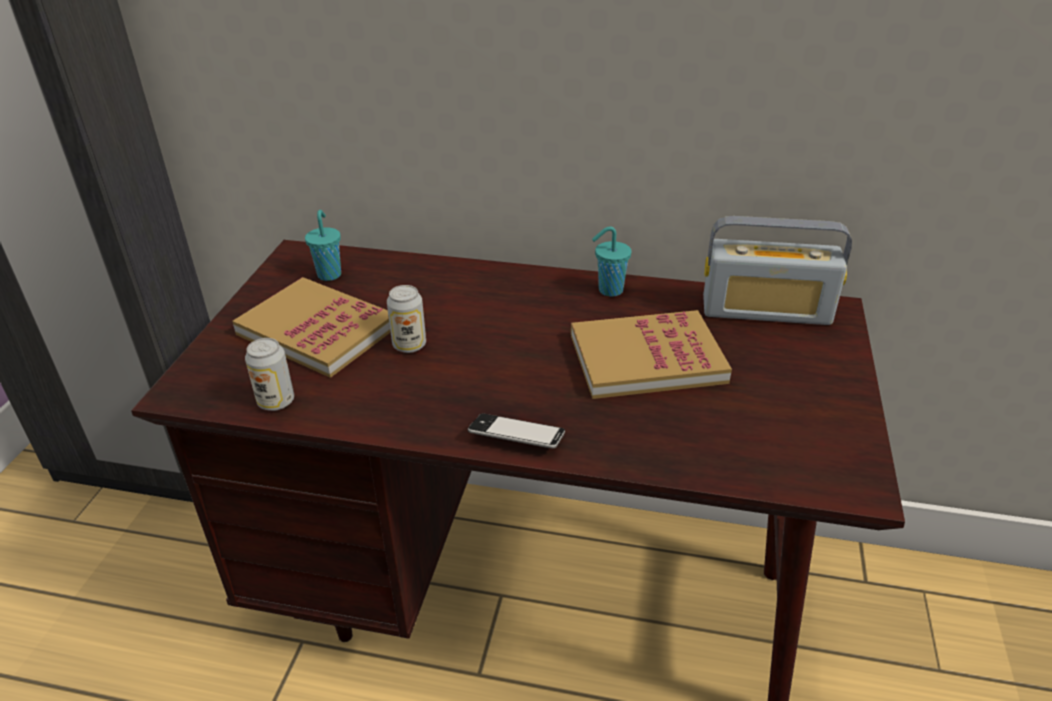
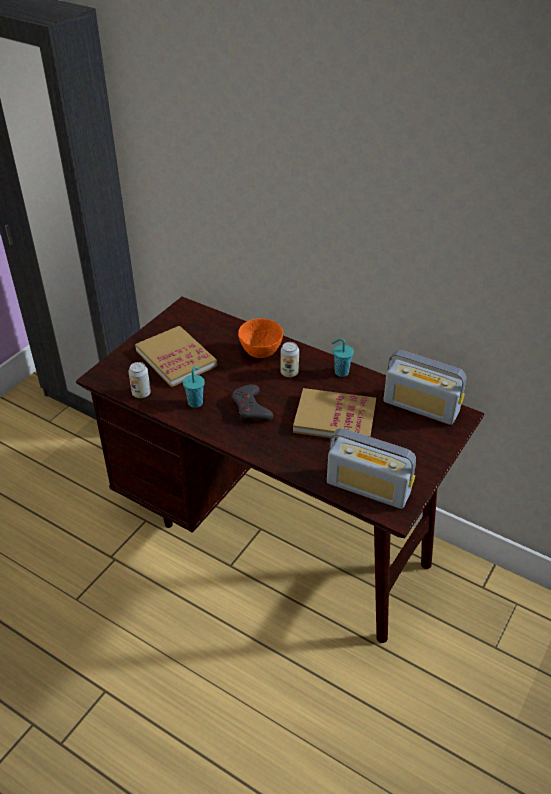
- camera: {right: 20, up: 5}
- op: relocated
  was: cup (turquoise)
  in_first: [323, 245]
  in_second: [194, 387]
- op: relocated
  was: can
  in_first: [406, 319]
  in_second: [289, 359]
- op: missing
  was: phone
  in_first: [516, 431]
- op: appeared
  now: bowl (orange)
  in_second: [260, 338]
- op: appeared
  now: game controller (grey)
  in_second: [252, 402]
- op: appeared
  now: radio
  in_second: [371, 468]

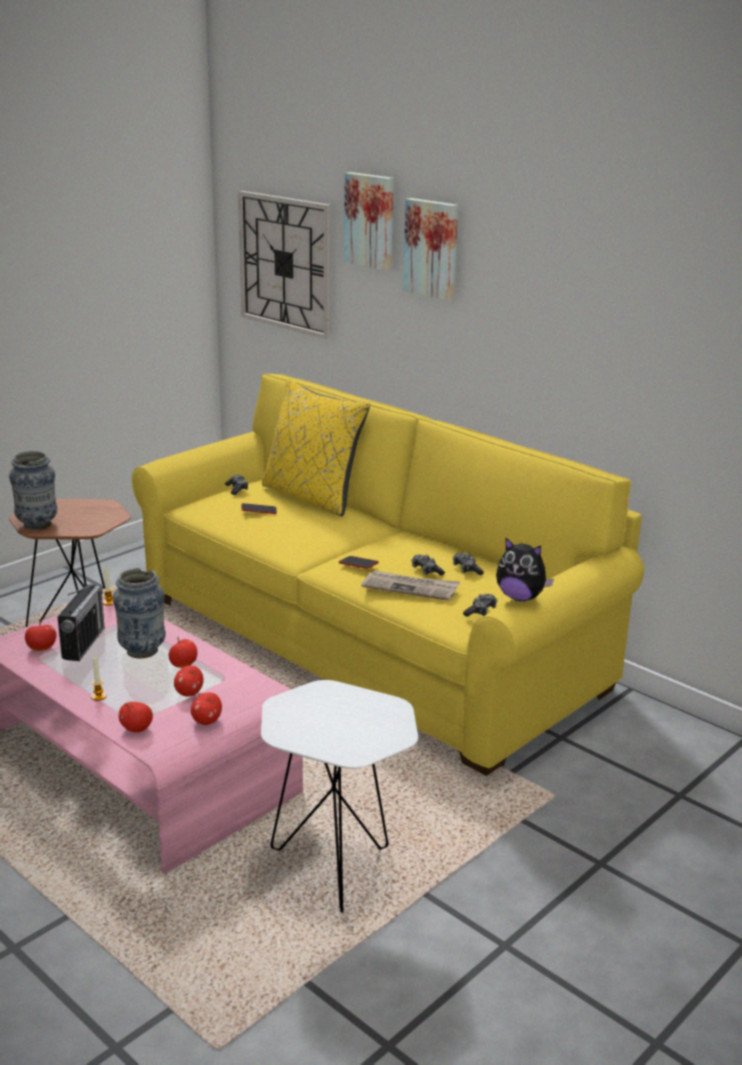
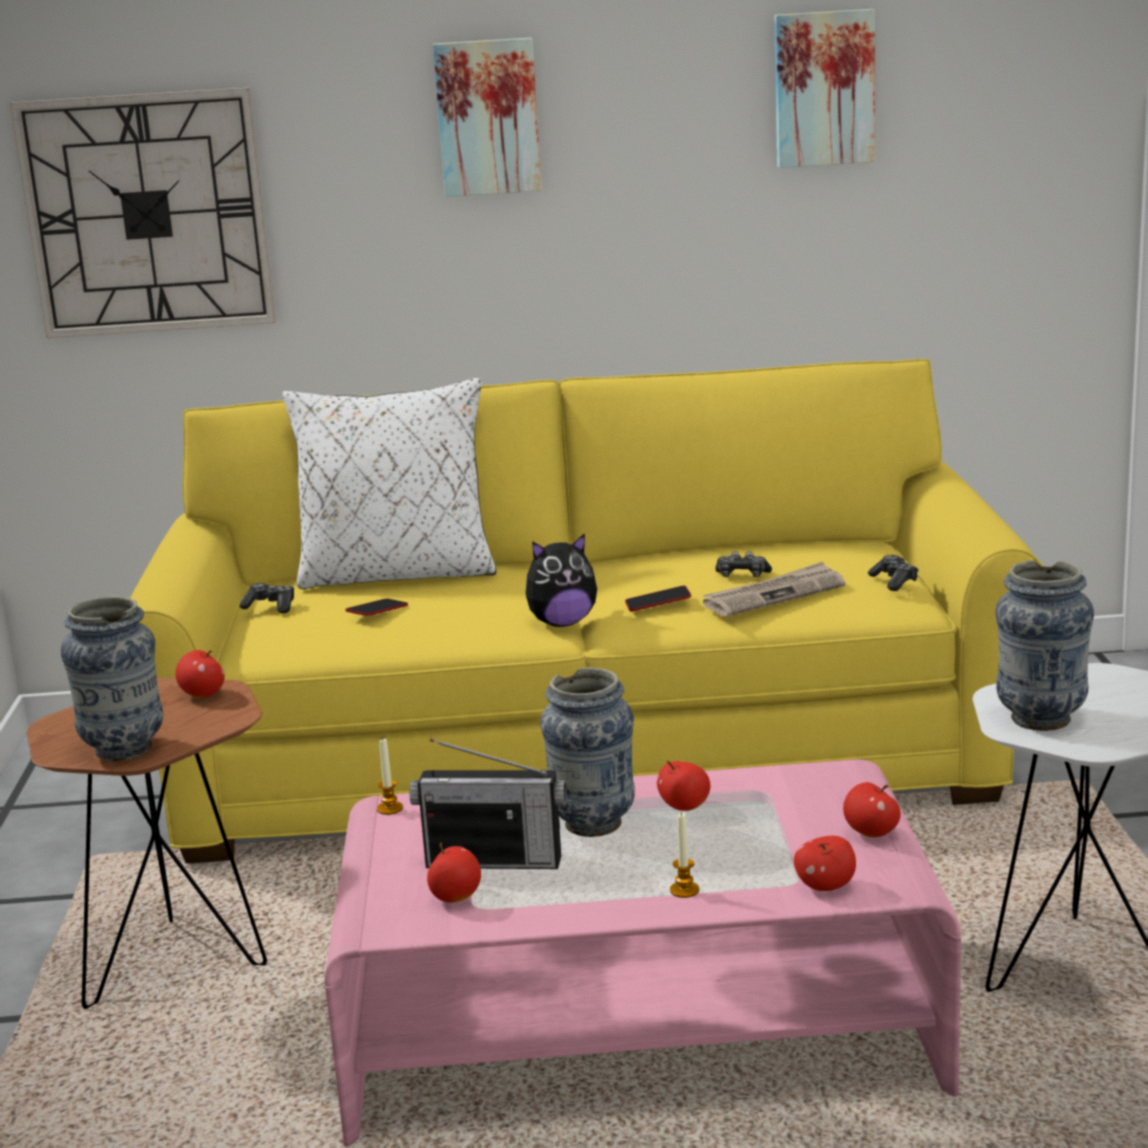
- camera: {right: -45, up: -5}
- op: relocated
  was: picture
  in_first: [369, 221]
  in_second: [824, 88]
- op: colour
  was: pillow (yellow)
  now: pillow (white)
  in_first: [316, 448]
  in_second: [389, 483]
- op: relocated
  was: plush toy
  in_first: [525, 569]
  in_second: [561, 580]
- op: missing
  was: game controller
  in_first: [468, 564]
- op: spun
  was: radio
  in_first: [81, 622]
  in_second: [488, 804]
  clockwise: 135
- op: relocated
  was: apple
  in_first: [188, 681]
  in_second: [200, 674]
- op: appeared
  now: vase
  in_second: [1045, 645]

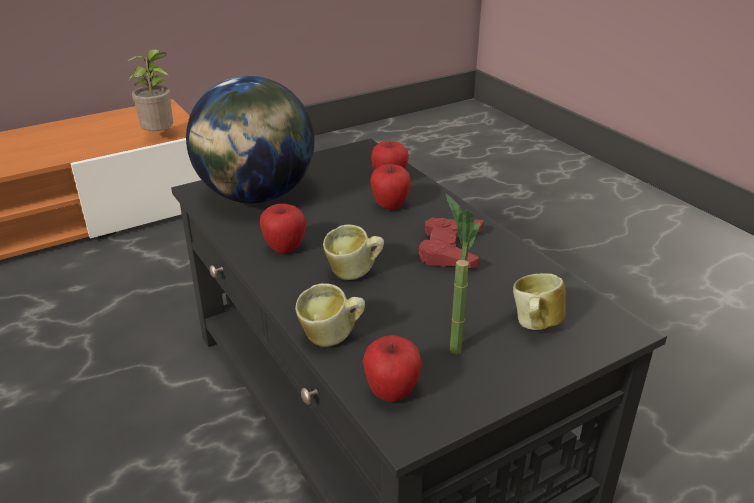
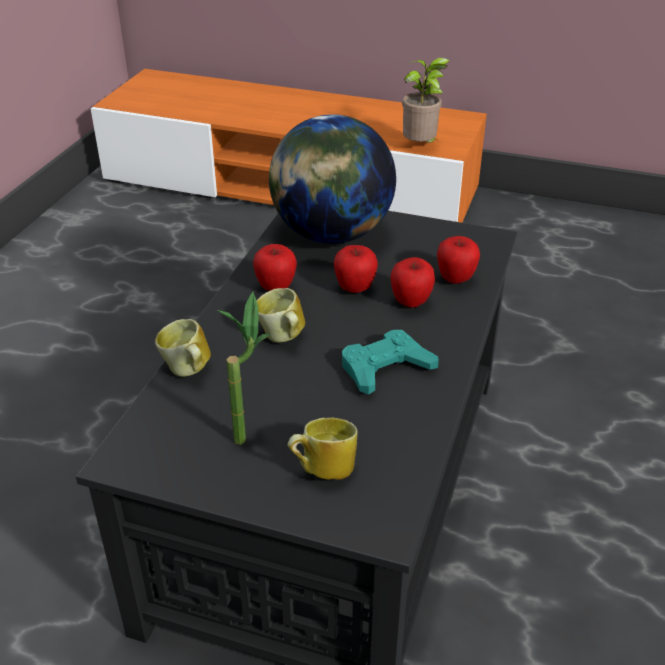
- camera: {right: 50, up: 5}
- op: colour
  was: game controller (red)
  now: game controller (turquoise)
  in_first: [451, 242]
  in_second: [390, 362]
- op: relocated
  was: apple
  in_first: [392, 368]
  in_second: [356, 269]

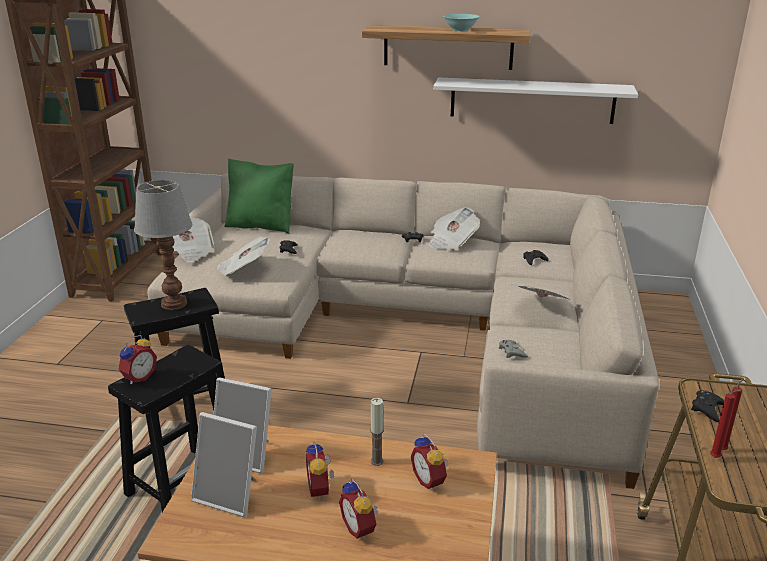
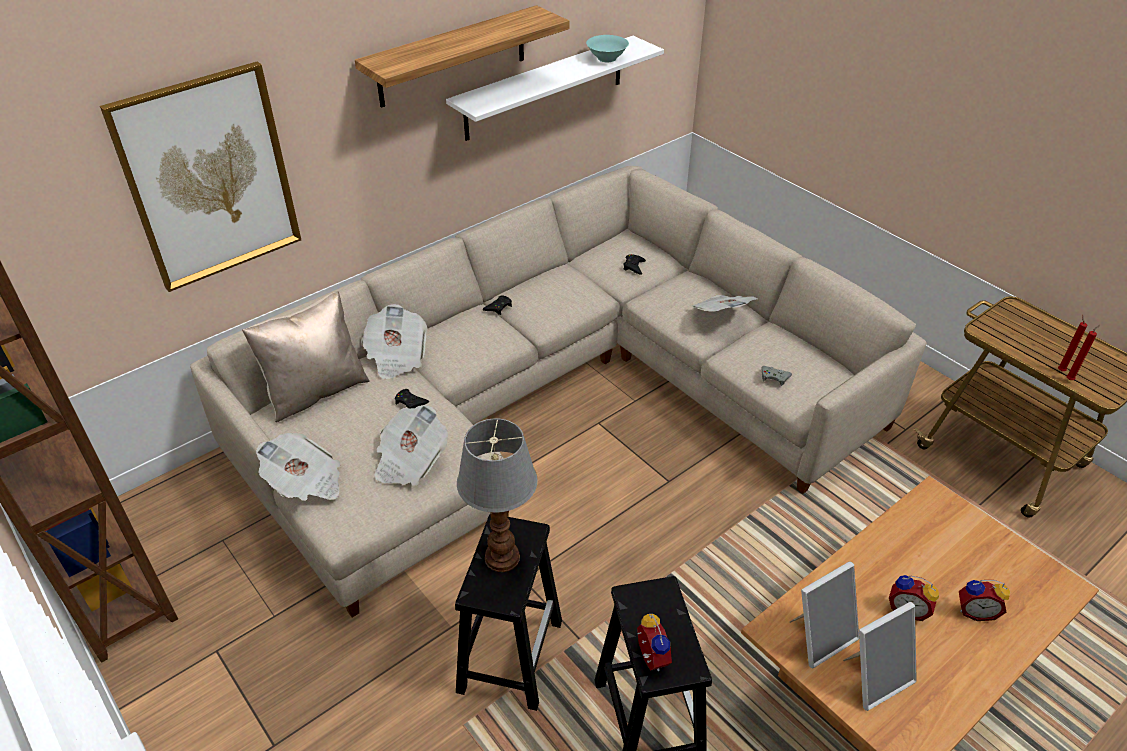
- camera: {right: -50, up: 15}
- op: relocated
  was: bowl (turquoise)
  in_first: [461, 23]
  in_second: [607, 48]
- op: colour
  was: pillow (green)
  now: pillow (beige)
  in_first: [259, 196]
  in_second: [306, 357]
- op: relocated
  was: newspaper
  in_first: [454, 228]
  in_second: [394, 341]
- op: missing
  was: game controller (black)
  in_first: [707, 406]
- op: missing
  was: candle
  in_first: [377, 432]
- op: missing
  was: alarm clock
  in_first: [429, 462]
- op: appeared
  now: picture
  in_second: [200, 176]

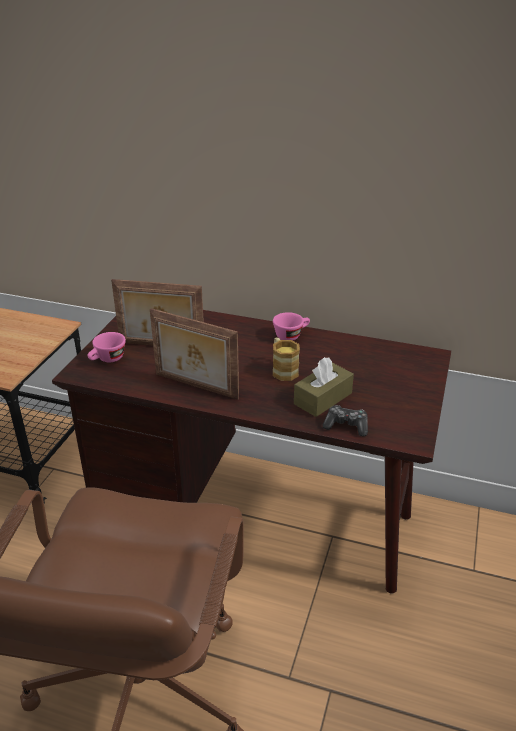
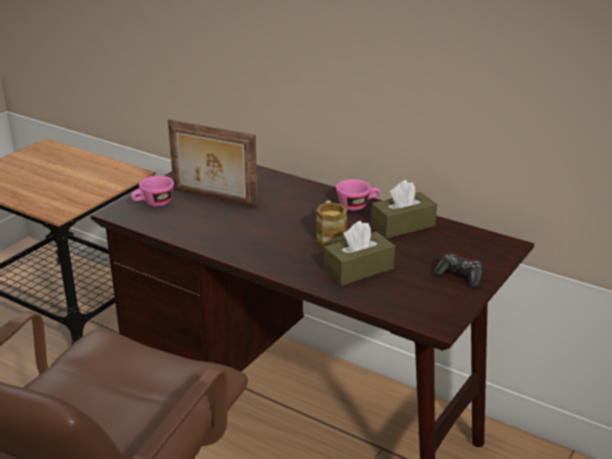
- camera: {right: 15, up: -5}
- op: missing
  was: picture frame
  in_first: [194, 354]
- op: relocated
  was: game controller
  in_first: [345, 420]
  in_second: [458, 270]
- op: appeared
  now: tissue box (brown)
  in_second: [404, 209]

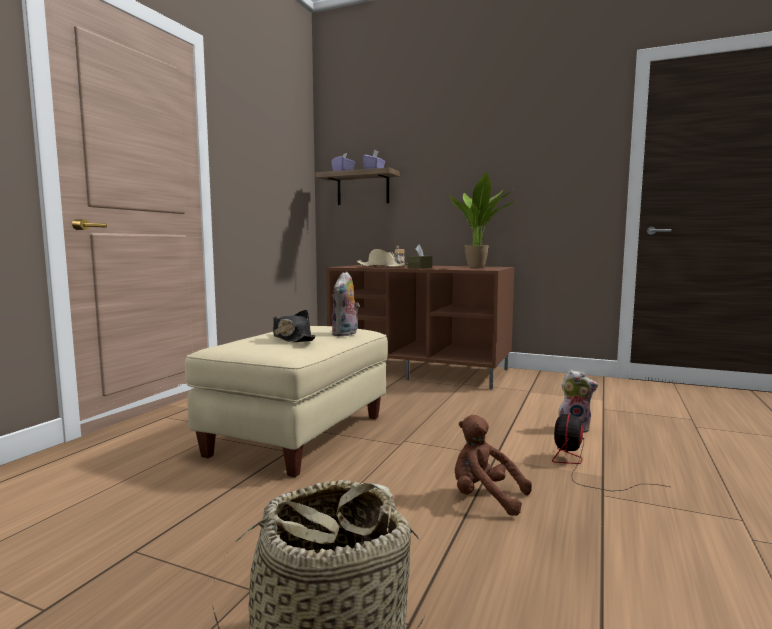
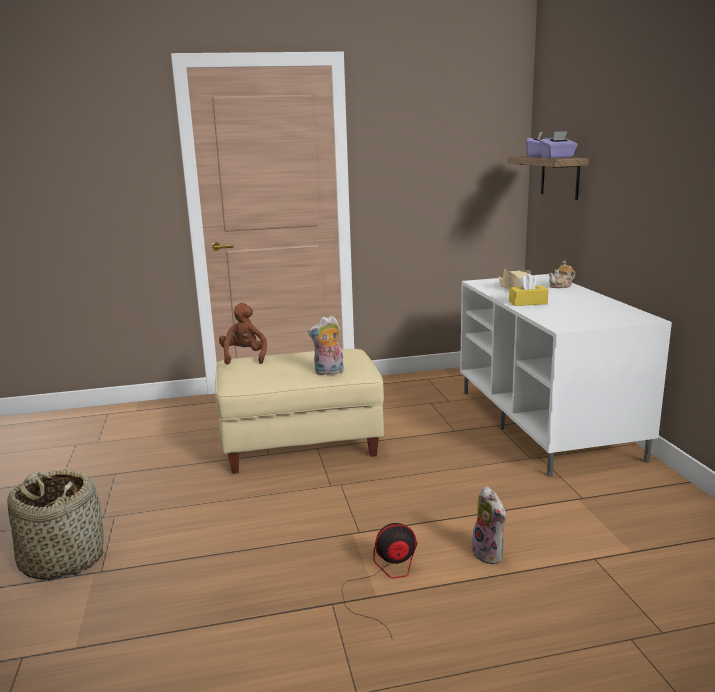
- camera: {right: 55, up: 10}
- op: missing
  was: potted plant
  in_first: [482, 220]
- op: colour
  was: tissue box (brown)
  now: tissue box (yellow)
  in_first: [419, 257]
  in_second: [529, 290]
- op: colour
  was: tv stand (brown)
  now: tv stand (white)
  in_first: [420, 327]
  in_second: [566, 375]
- op: missing
  was: hat (black)
  in_first: [294, 326]
- op: relocated
  was: plush toy (brown)
  in_first: [493, 465]
  in_second: [243, 334]

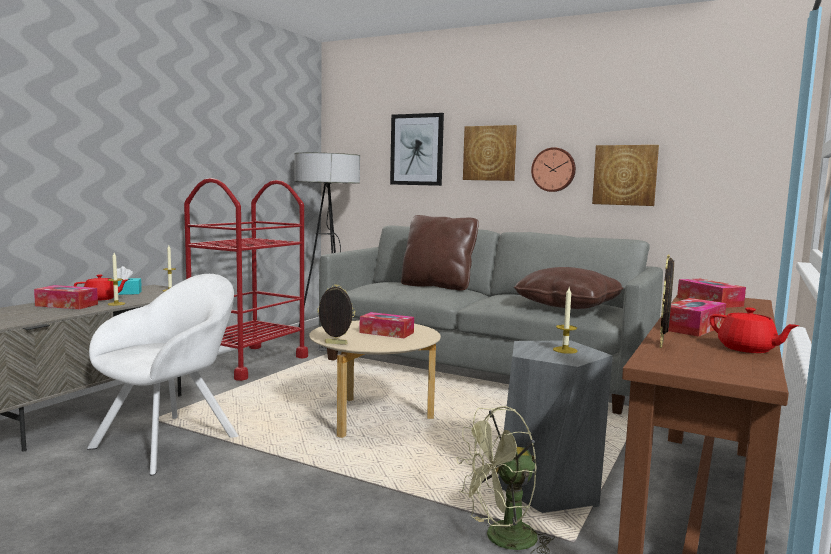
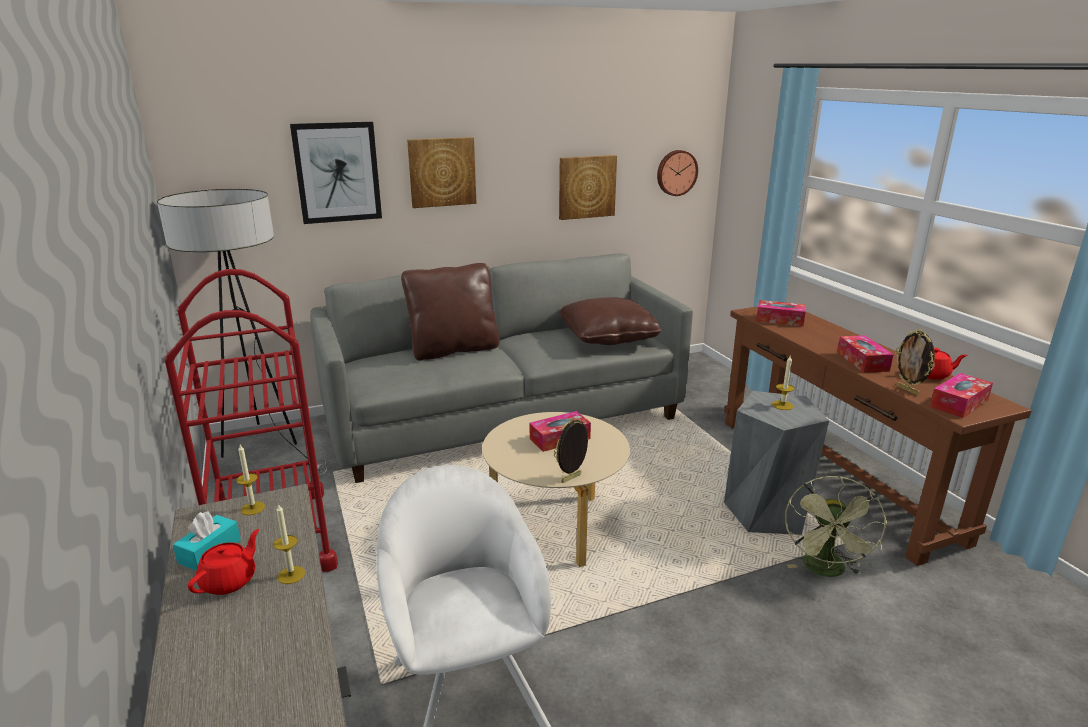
- camera: {right: -50, up: 15}
- op: relocated
  was: wall clock
  in_first: [553, 169]
  in_second: [677, 173]
- op: relocated
  was: tissue box
  in_first: [66, 297]
  in_second: [961, 395]

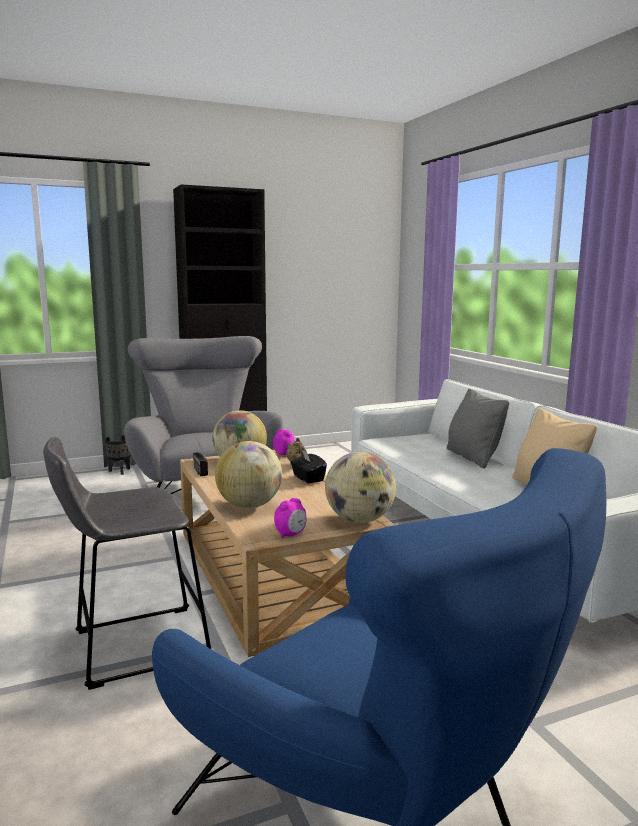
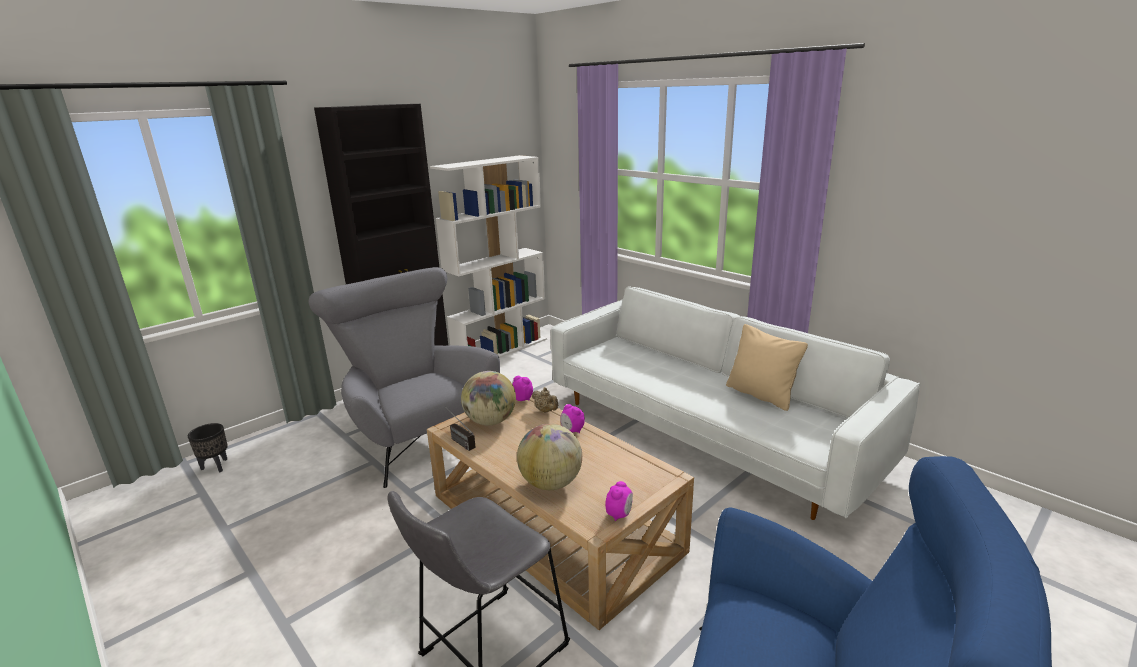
- camera: {right: -20, up: 10}
- op: missing
  was: pillow (grey)
  in_first: [478, 429]
- op: relocated
  was: planter (black)
  in_first: [118, 455]
  in_second: [208, 447]
- op: exchanged
  was: tissue box (black)
  now: alarm clock
  in_first: [308, 467]
  in_second: [572, 418]
- op: missing
  was: globe
  in_first: [360, 487]
- op: appeared
  now: bookcase (white)
  in_second: [488, 256]

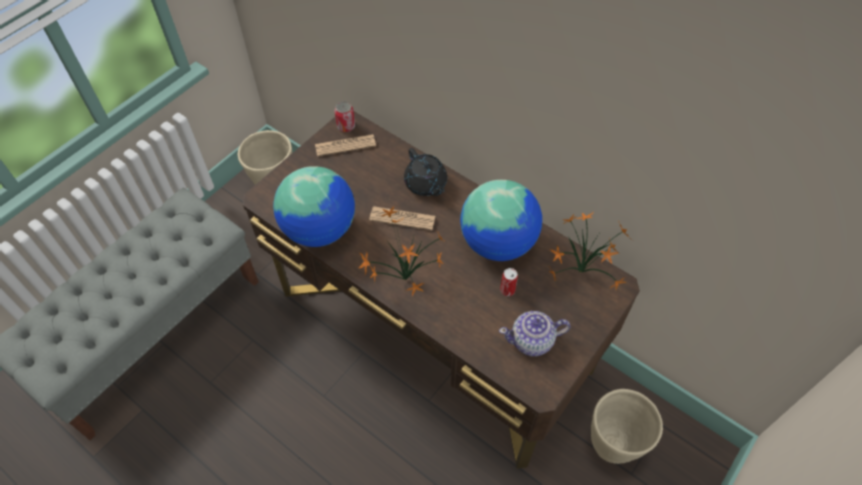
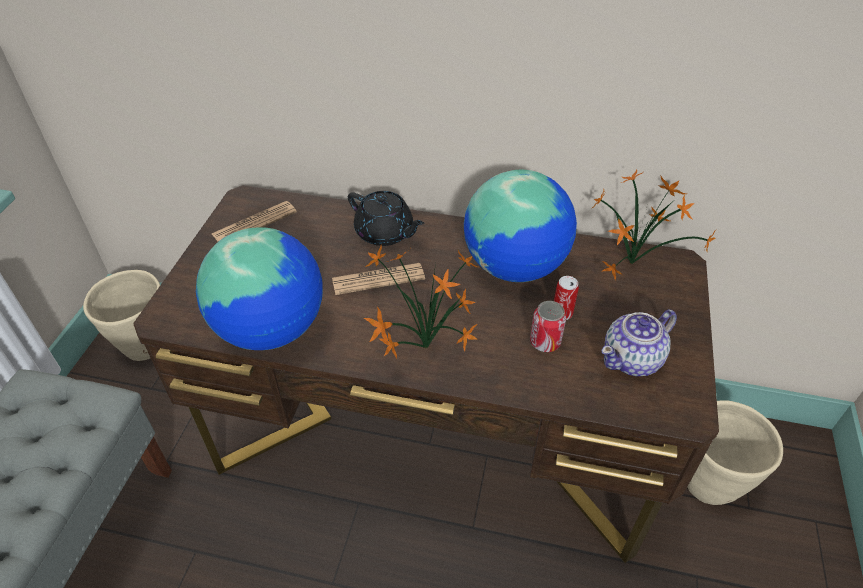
- camera: {right: -25, up: -10}
- op: relocated
  was: can
  in_first: [344, 116]
  in_second: [548, 326]

